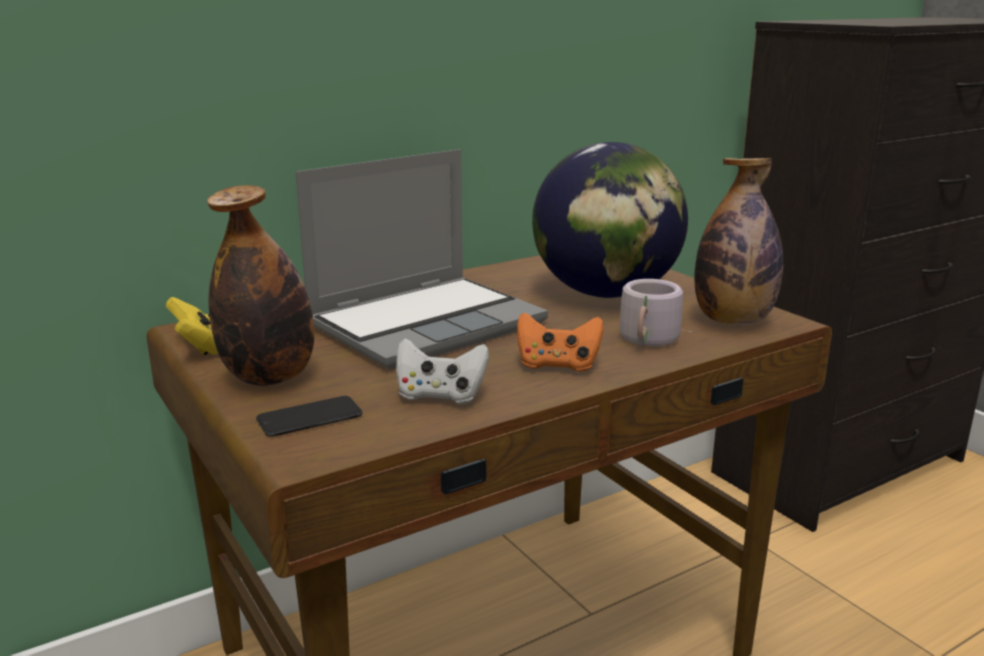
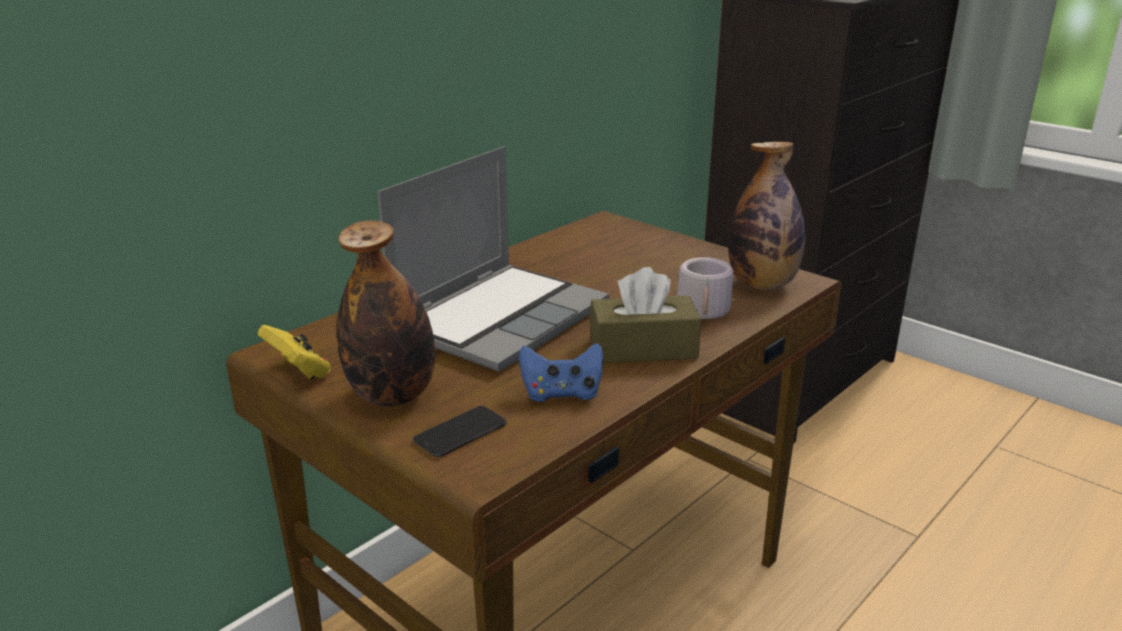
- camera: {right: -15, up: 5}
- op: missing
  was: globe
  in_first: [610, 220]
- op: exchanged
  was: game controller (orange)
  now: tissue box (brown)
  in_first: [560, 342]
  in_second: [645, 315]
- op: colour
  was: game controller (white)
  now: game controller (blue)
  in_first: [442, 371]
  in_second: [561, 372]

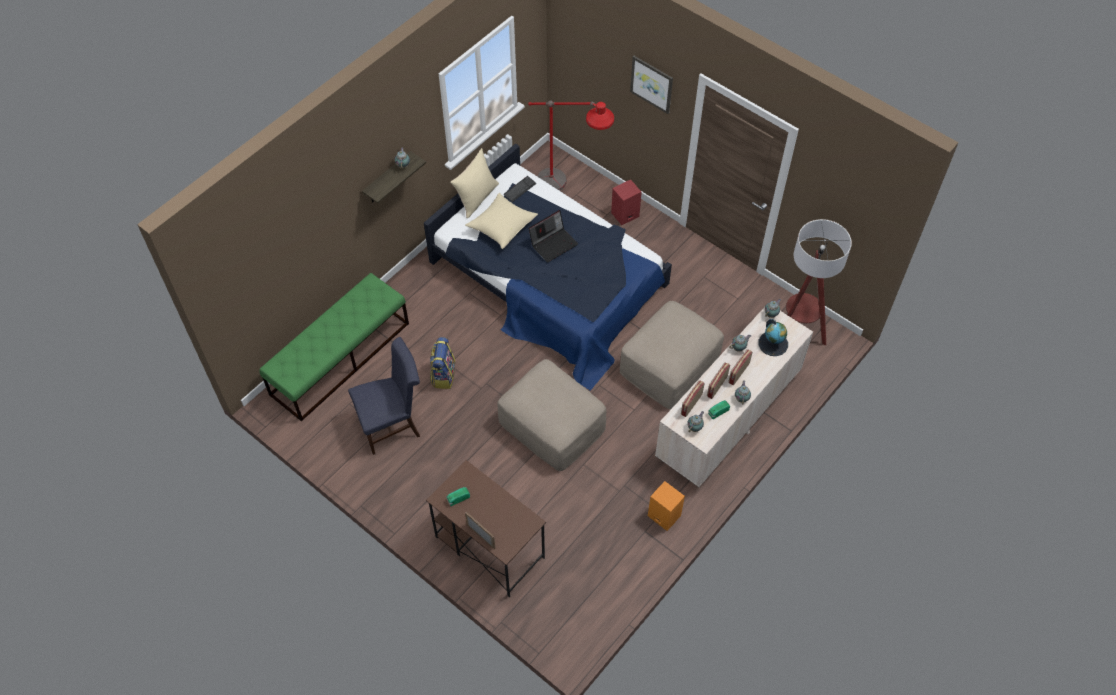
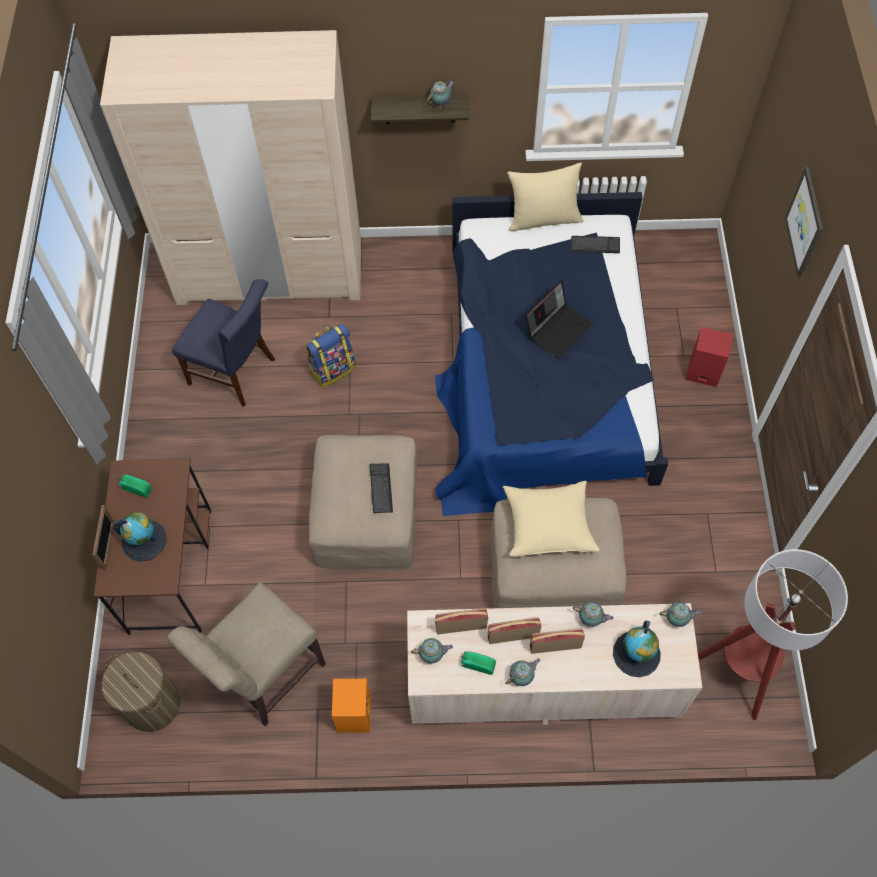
- camera: {right: 50, up: 5}
- op: missing
  was: floor lamp (red)
  in_first: [571, 145]
- op: relocated
  was: pillow (beige)
  in_first: [501, 221]
  in_second: [551, 519]
- op: spun
  was: laptop
  in_first: [553, 236]
  in_second: [559, 319]
  clockwise: -60
- op: exchanged
  was: bench (green)
  now: wardrobe (beige)
  in_first: [334, 347]
  in_second: [230, 167]
- op: appeared
  now: keyboard
  in_second: [381, 488]
- op: appeared
  now: globe
  in_second: [140, 537]
- op: appeared
  now: chair (beige)
  in_second: [246, 654]
- op: appeared
  now: laundry basket
  in_second: [141, 692]

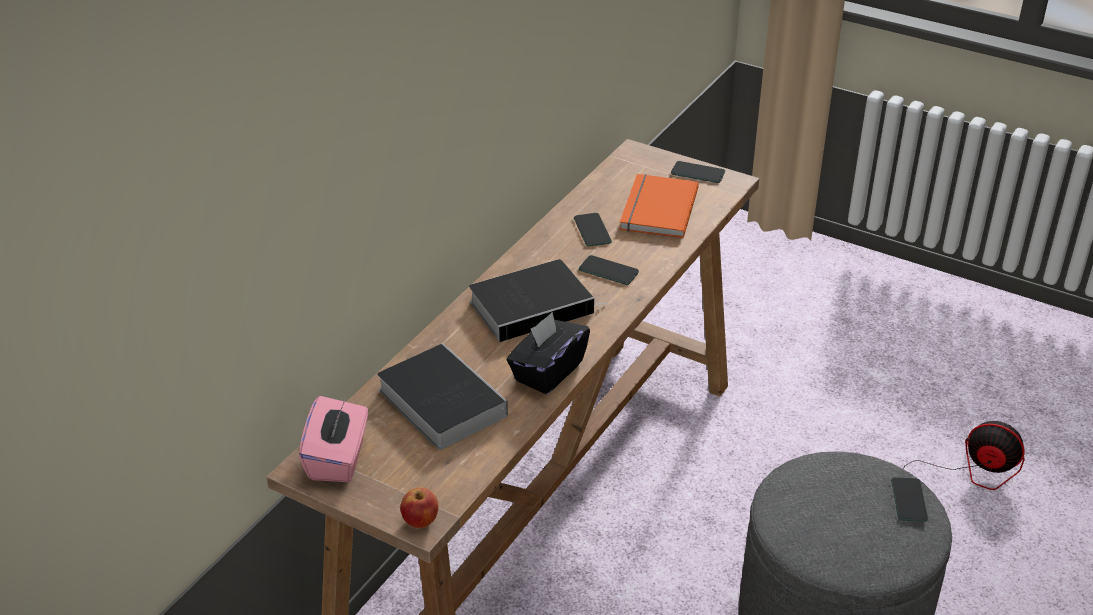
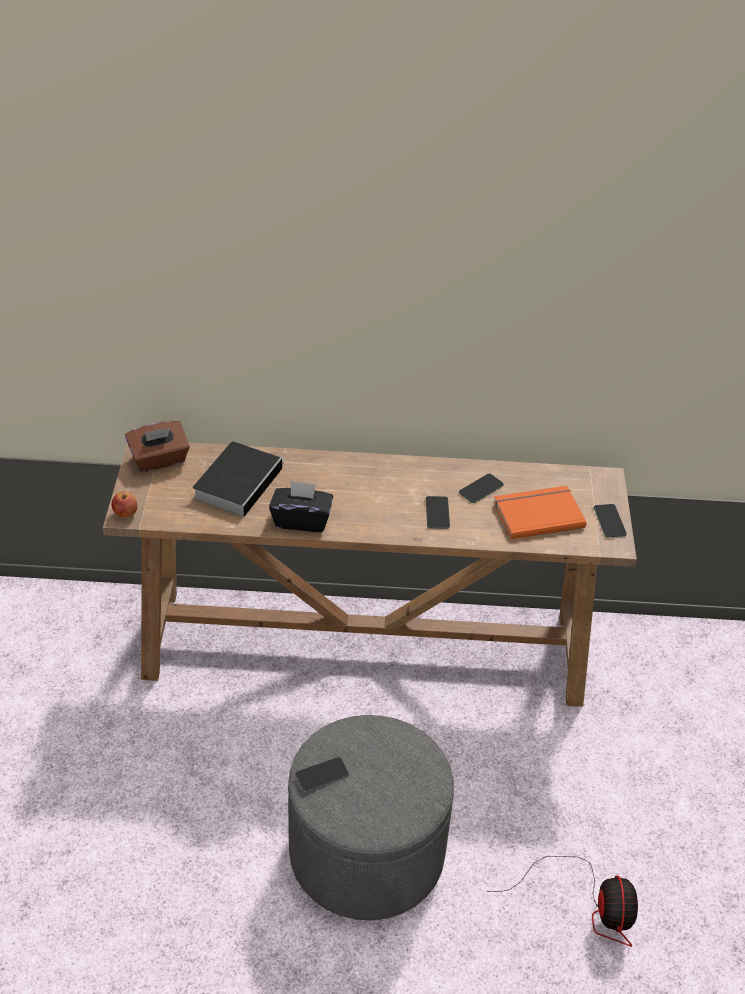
- camera: {right: 60, up: 5}
- op: missing
  was: book
  in_first: [539, 300]
- op: colour
  was: tissue box (pink)
  now: tissue box (brown)
  in_first: [333, 439]
  in_second: [157, 446]
- op: relocated
  was: phone
  in_first: [909, 499]
  in_second: [322, 774]

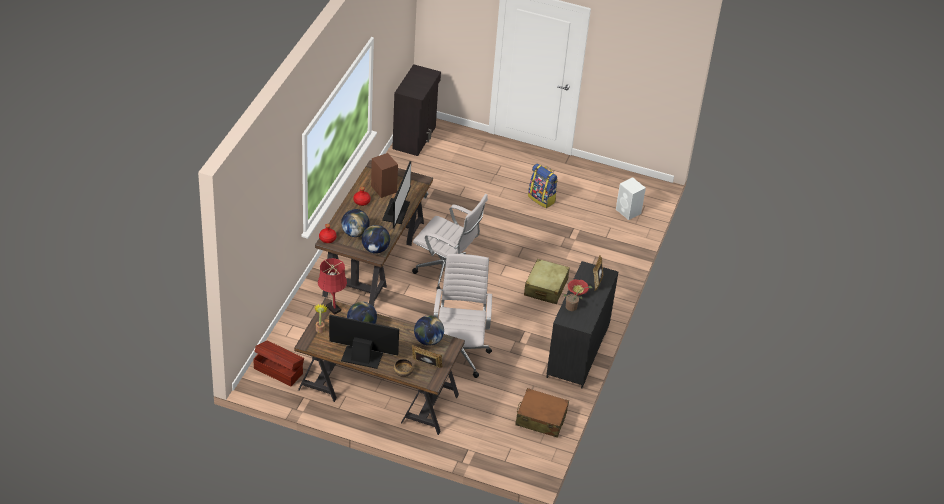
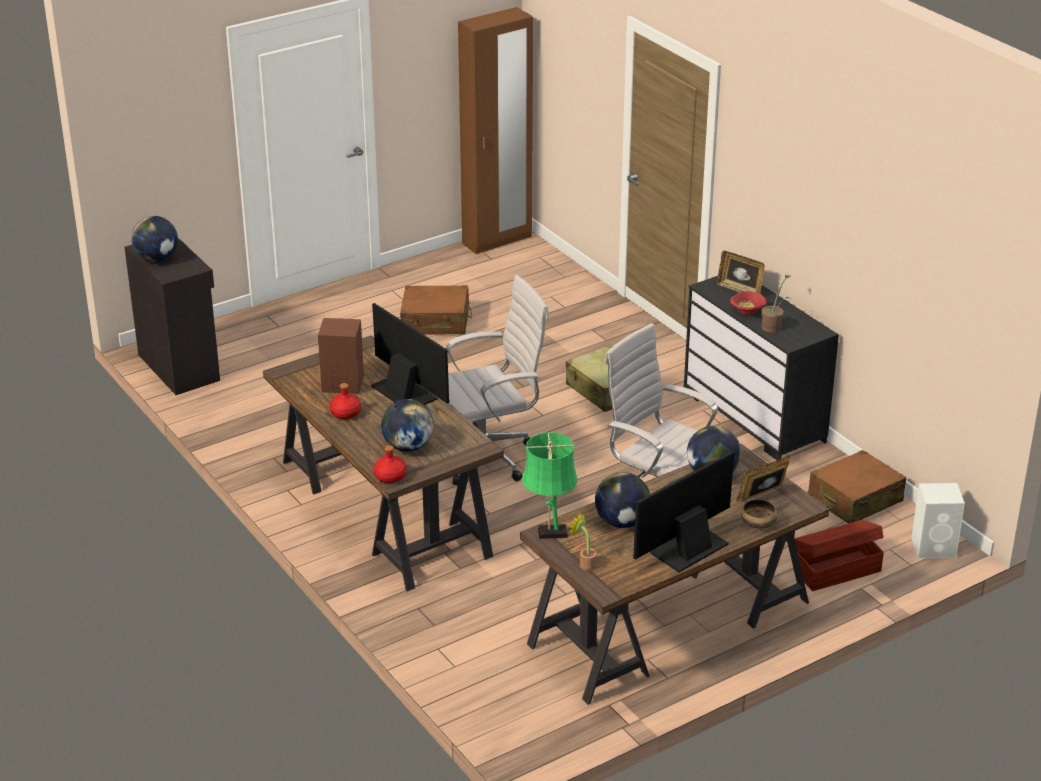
- camera: {right: -50, up: -10}
- op: exchanged
  was: backpack
  now: suitcase (brown)
  in_first: [543, 185]
  in_second: [436, 310]
- op: relocated
  was: speaker (white)
  in_first: [631, 198]
  in_second: [938, 521]
- op: relocated
  was: globe
  in_first: [376, 239]
  in_second: [154, 239]
- op: colour
  was: table lamp (red)
  now: table lamp (green)
  in_first: [332, 286]
  in_second: [550, 485]
- op: relocated
  was: storage box (brown)
  in_first: [278, 363]
  in_second: [838, 555]
- op: appeared
  now: wardrobe (brown)
  in_second: [495, 130]

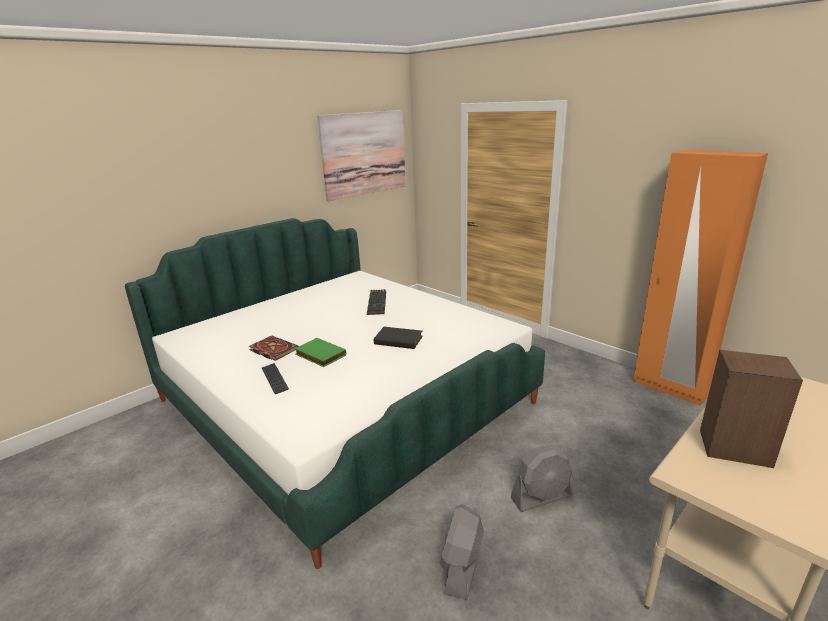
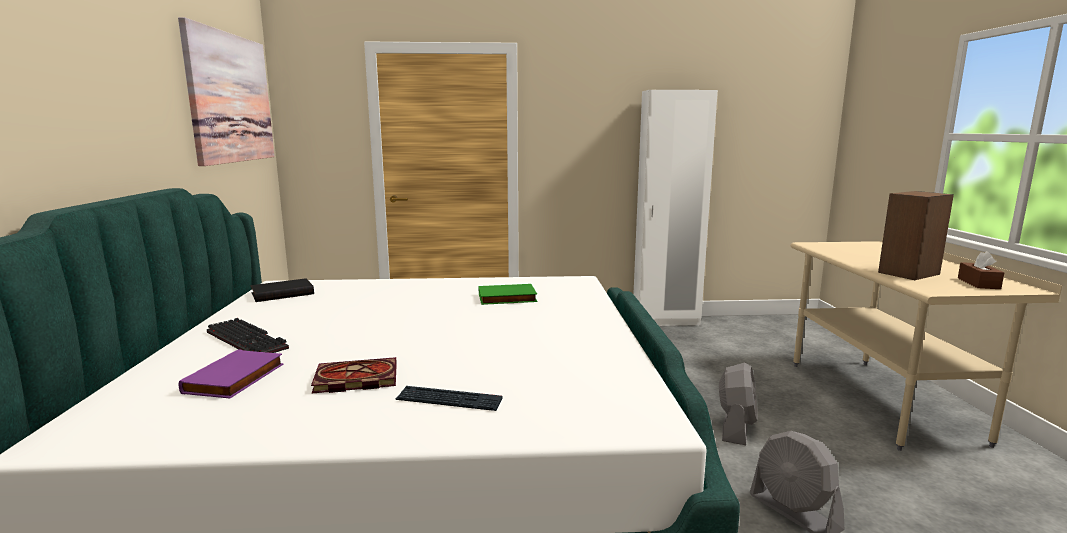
- camera: {right: -50, up: -10}
- op: colour
  was: wardrobe (orange)
  now: wardrobe (white)
  in_first: [701, 278]
  in_second: [675, 208]
- op: relocated
  was: keyboard
  in_first: [376, 302]
  in_second: [248, 335]
- op: relocated
  was: book (black)
  in_first: [398, 338]
  in_second: [282, 290]
- op: relocated
  was: book (green)
  in_first: [320, 352]
  in_second: [508, 294]
- op: appeared
  now: tissue box (brown)
  in_second: [981, 270]
- op: appeared
  now: book (purple)
  in_second: [231, 373]

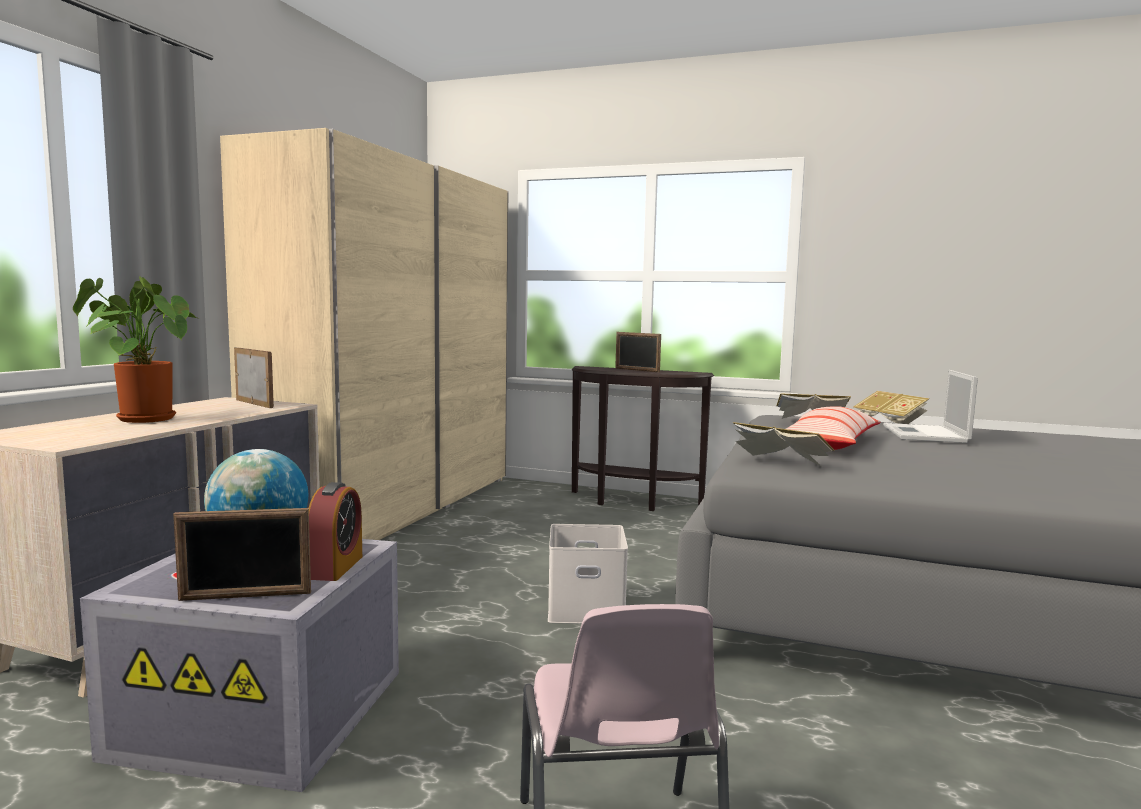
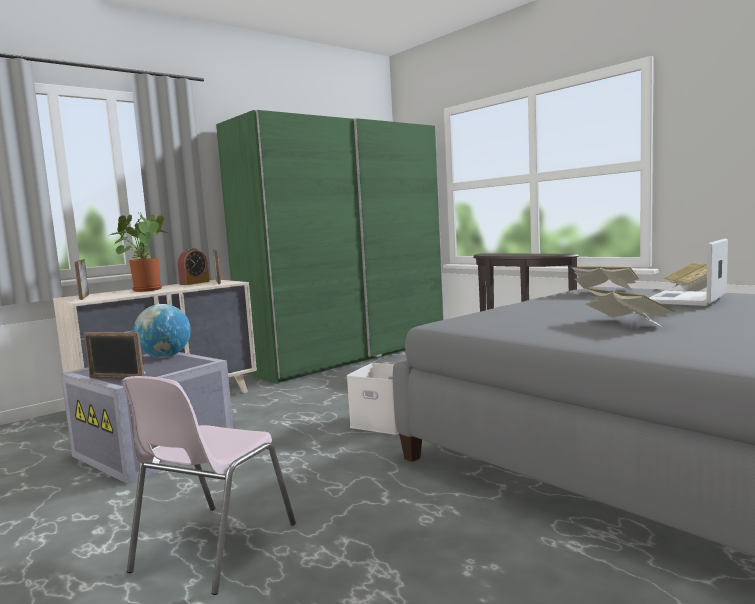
- camera: {right: 30, up: 0}
- op: colour
  was: wardrobe (beige)
  now: wardrobe (green)
  in_first: [364, 334]
  in_second: [330, 247]
- op: relocated
  was: picture frame
  in_first: [638, 352]
  in_second: [81, 279]
- op: missing
  was: pillow
  in_first: [833, 428]
- op: relocated
  was: book
  in_first: [784, 444]
  in_second: [630, 307]
- op: relocated
  was: alarm clock
  in_first: [335, 531]
  in_second: [193, 266]

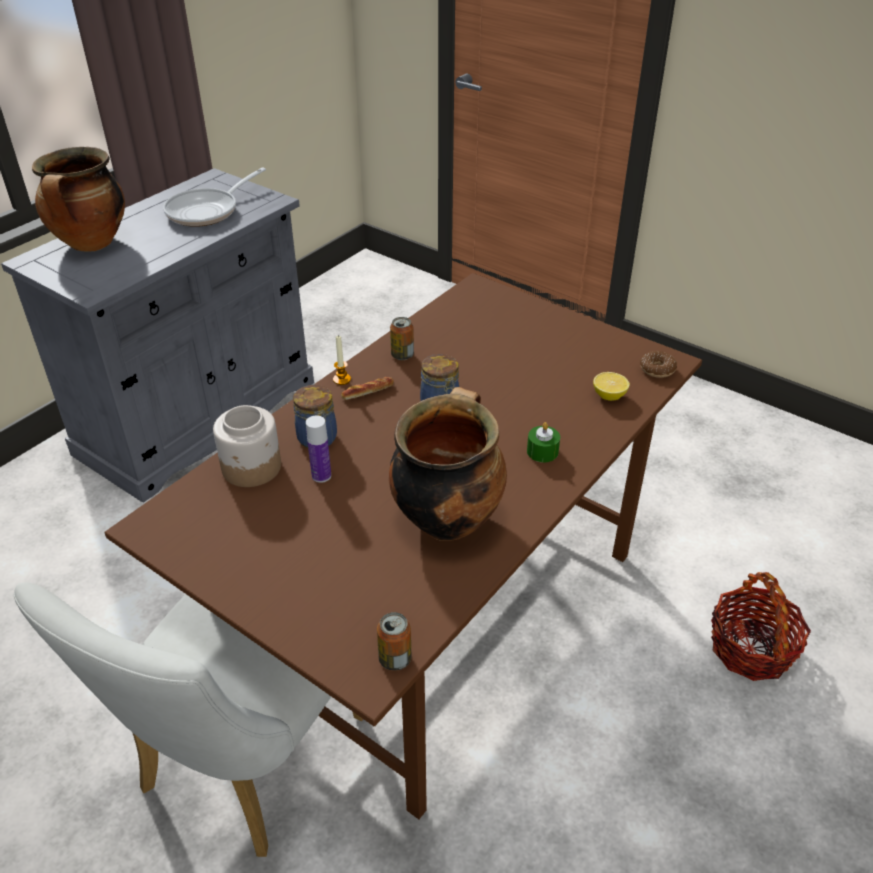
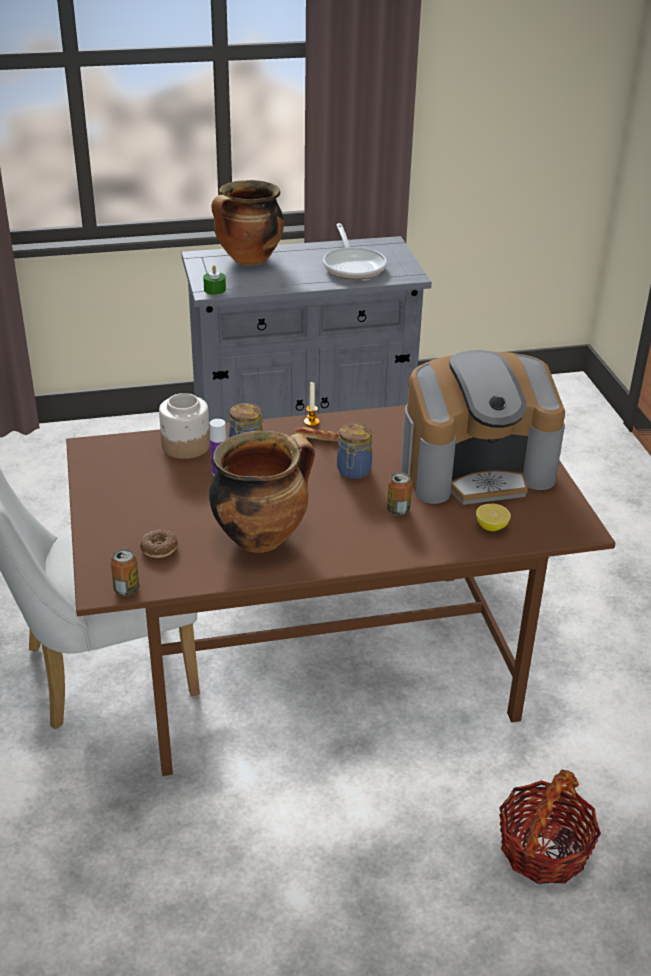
- camera: {right: 40, up: -5}
- op: spun
  was: frying pan
  in_first: [214, 197]
  in_second: [355, 251]
  clockwise: -90
- op: relocated
  was: can
  in_first: [402, 338]
  in_second: [399, 493]
- op: relocated
  was: donut
  in_first: [658, 364]
  in_second: [159, 544]
- op: relocated
  was: candle (green)
  in_first: [543, 442]
  in_second: [214, 280]
- op: appeared
  now: coffee machine
  in_second: [483, 427]

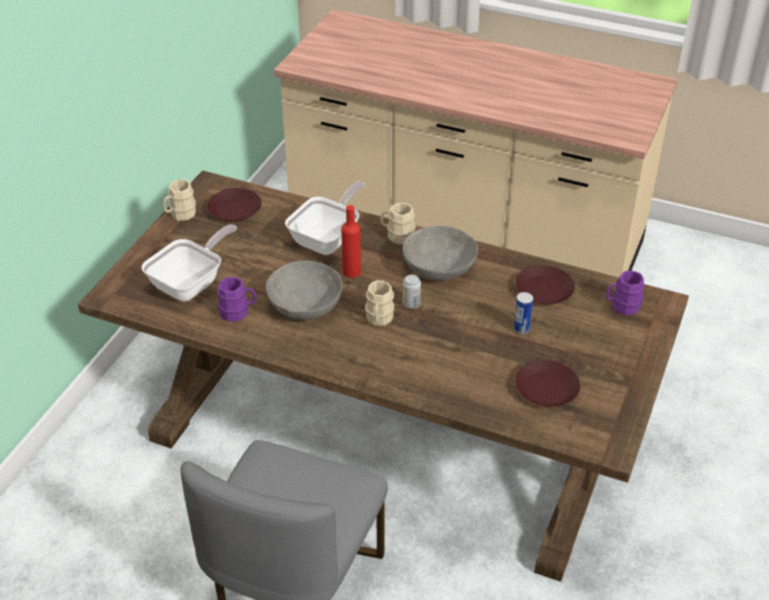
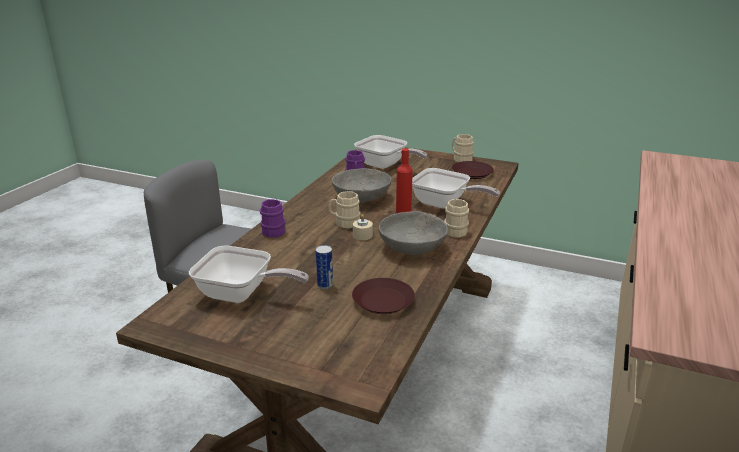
- camera: {right: 90, up: -15}
- op: relocated
  was: mug (purple)
  in_first: [625, 292]
  in_second: [273, 218]
- op: exchanged
  was: can
  now: candle (beige)
  in_first: [412, 291]
  in_second: [363, 227]
- op: exchanged
  was: plate (brown)
  now: frying pan
  in_first: [547, 383]
  in_second: [249, 274]

